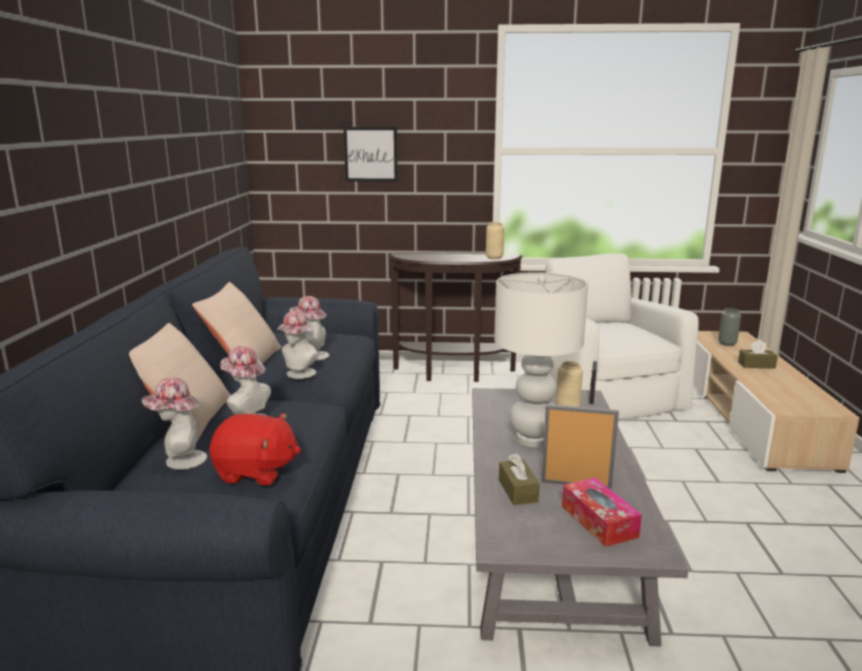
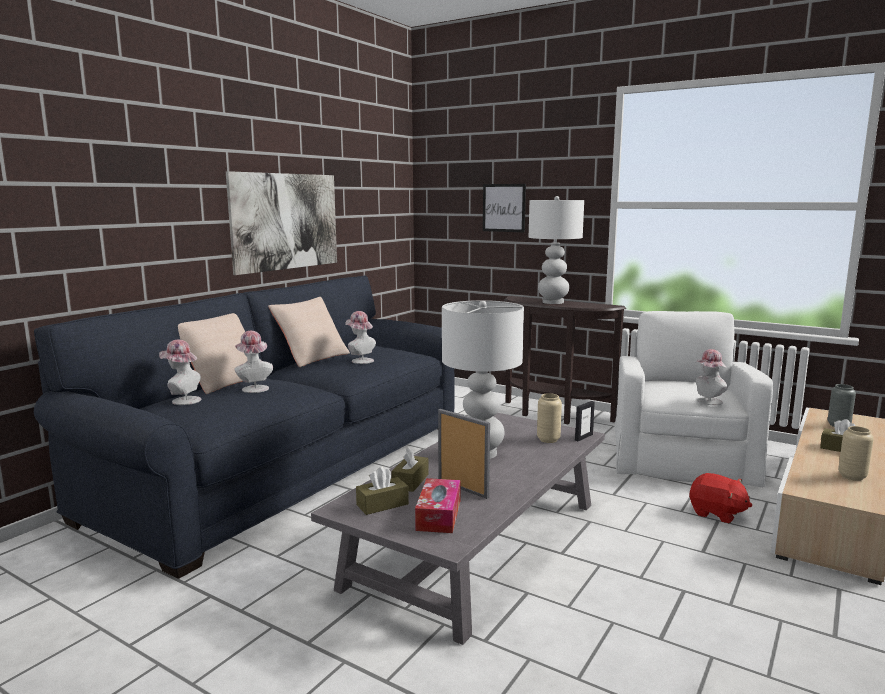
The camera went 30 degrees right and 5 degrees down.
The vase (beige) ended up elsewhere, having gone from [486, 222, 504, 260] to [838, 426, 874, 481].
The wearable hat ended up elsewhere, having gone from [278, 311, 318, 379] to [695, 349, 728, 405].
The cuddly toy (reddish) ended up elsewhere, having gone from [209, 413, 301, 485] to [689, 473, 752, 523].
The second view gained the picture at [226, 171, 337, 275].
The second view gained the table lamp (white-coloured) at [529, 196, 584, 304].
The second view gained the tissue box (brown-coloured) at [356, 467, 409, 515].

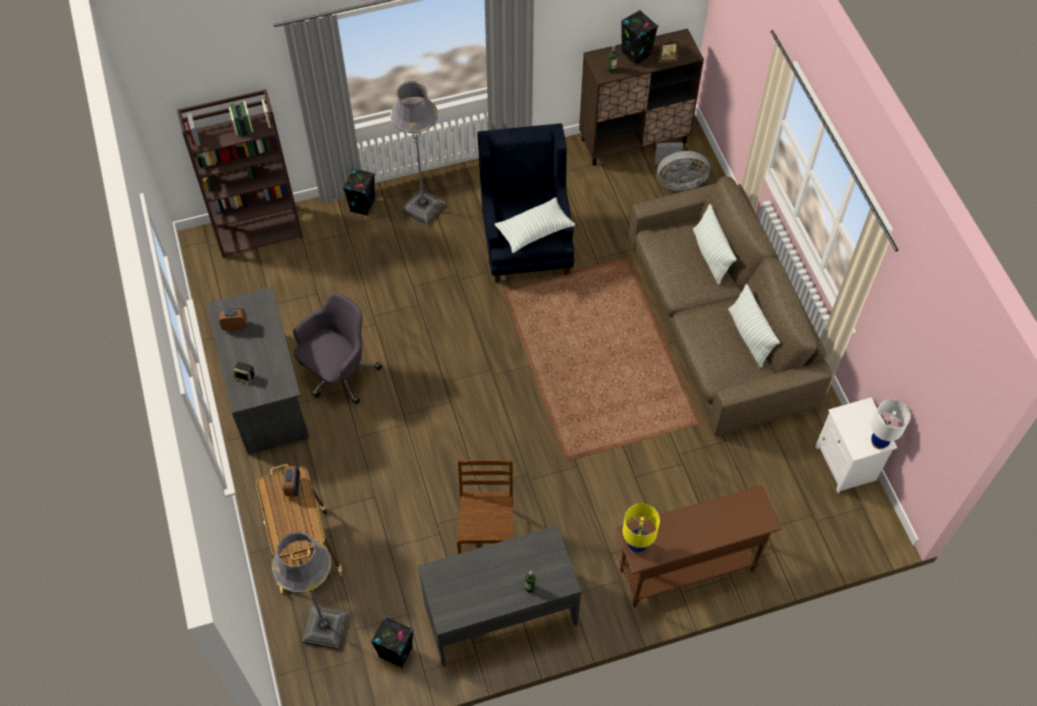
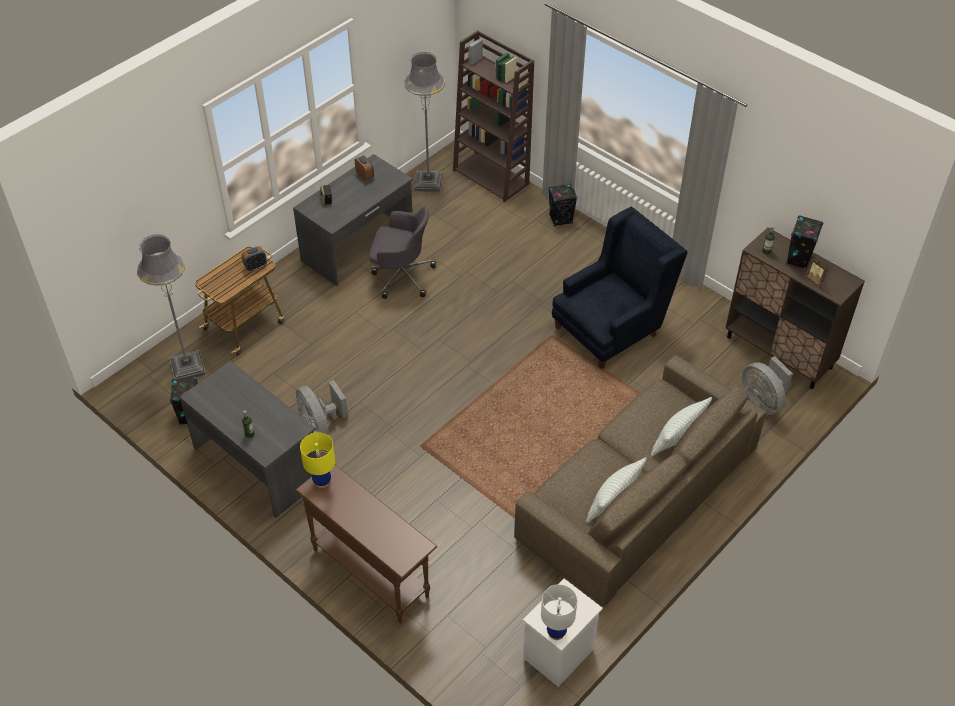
The camera went 60 degrees right and 10 degrees down.
The standing lamp (greyish) ended up elsewhere, having gone from [391, 81, 445, 225] to [404, 52, 445, 192].
The second view lost the throw pillow at [495, 197, 575, 253].
Where the chair (brown-coloured) stood at [457, 459, 514, 554], the fan (greyish) came to stand at [296, 380, 348, 435].

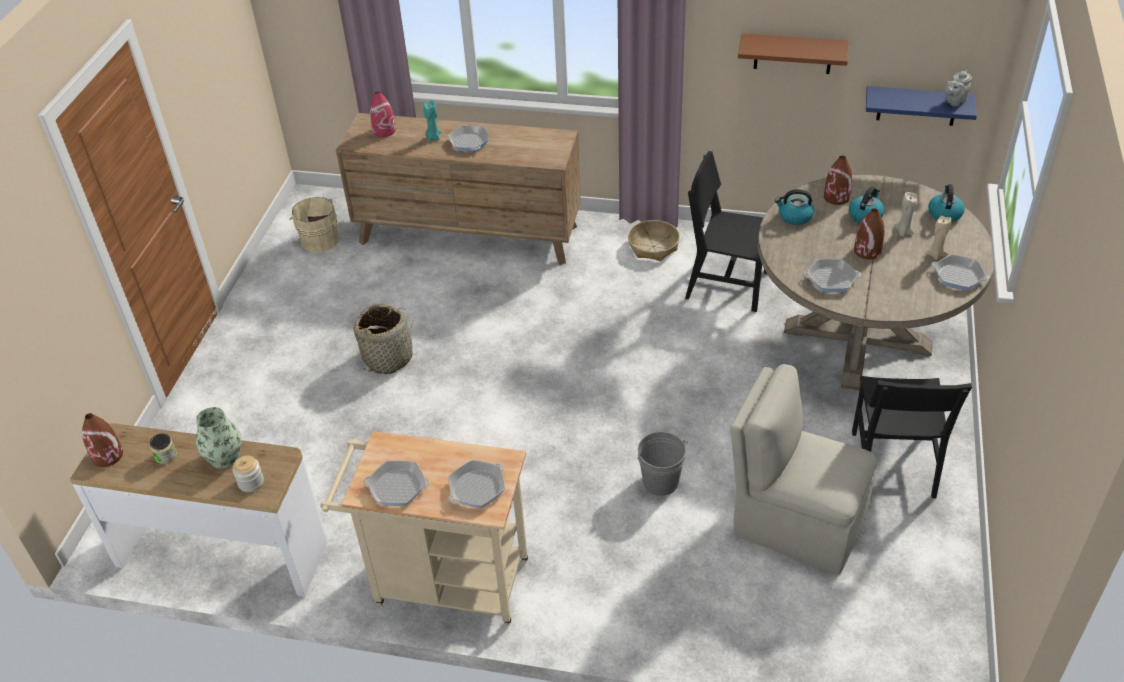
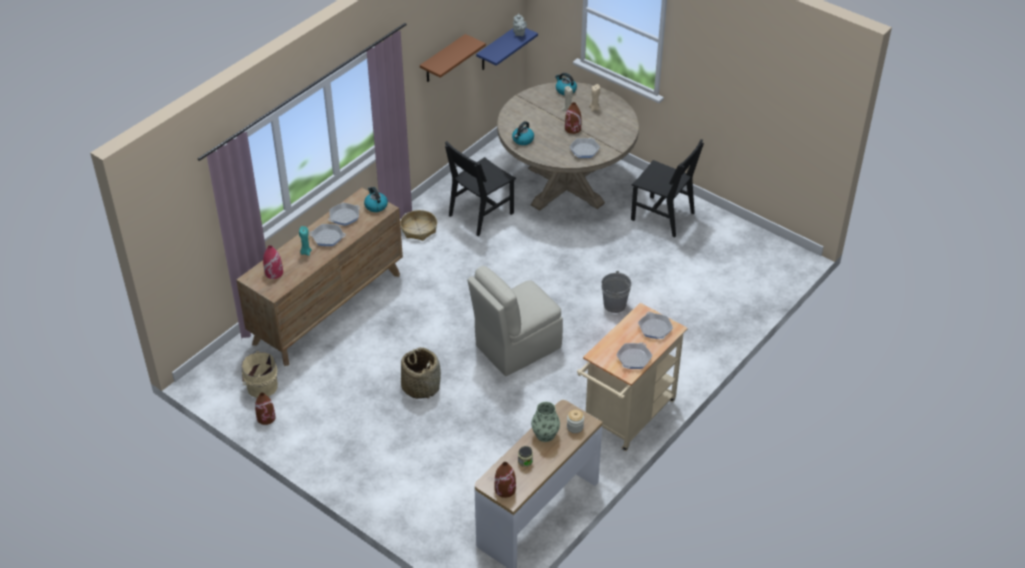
The camera went 65 degrees left and 0 degrees up.
The vase (brown-coloured) ended up elsewhere, having gone from [824, 156, 852, 205] to [255, 393, 276, 425].
The water kettle ended up elsewhere, having gone from [849, 187, 885, 223] to [364, 187, 388, 212].
The frying pan ended up elsewhere, having gone from [931, 255, 989, 290] to [328, 203, 360, 226].
The chair (beige) ended up elsewhere, having gone from [730, 364, 877, 574] to [467, 266, 563, 376].

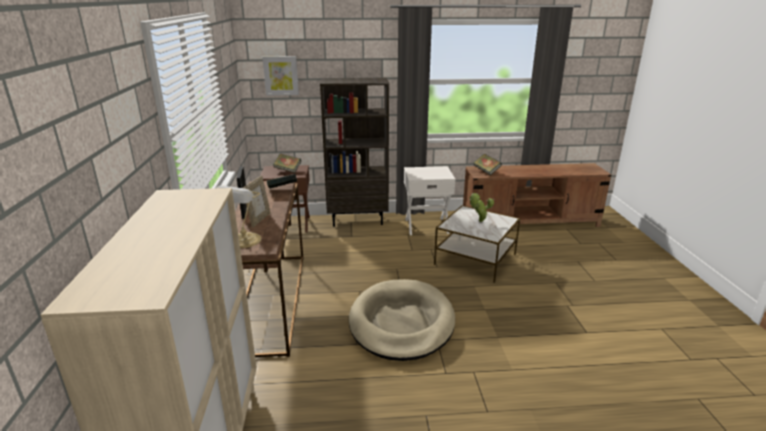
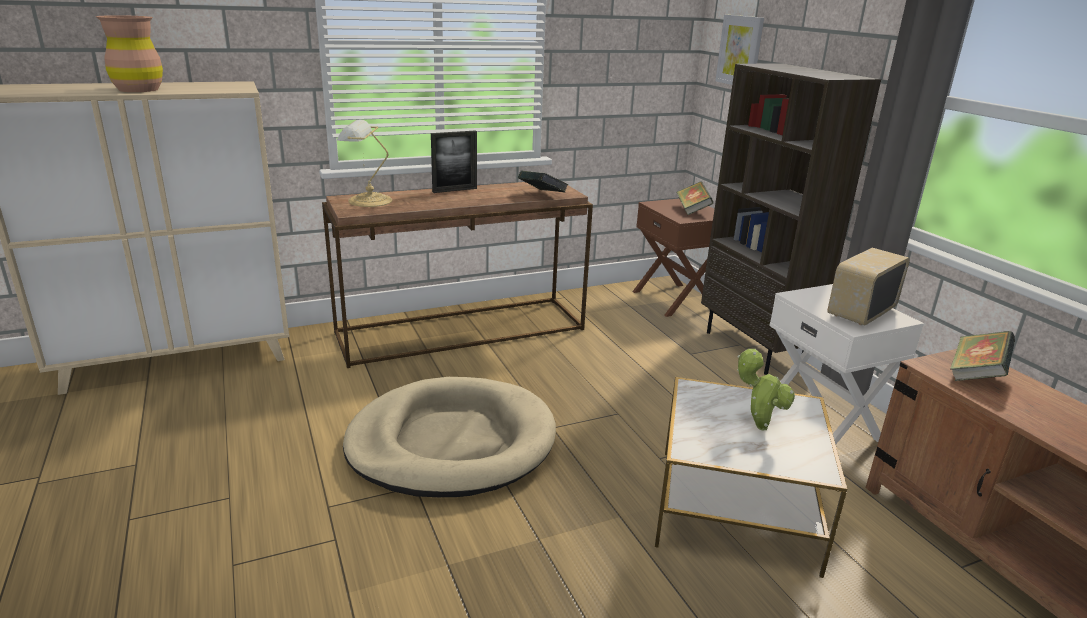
The camera went 70 degrees right and 0 degrees up.
The second view lost the picture frame at [243, 176, 271, 228].
The second view gained the vase (brown-coloured) at [96, 15, 163, 92].
The second view gained the radio at [828, 248, 910, 325].

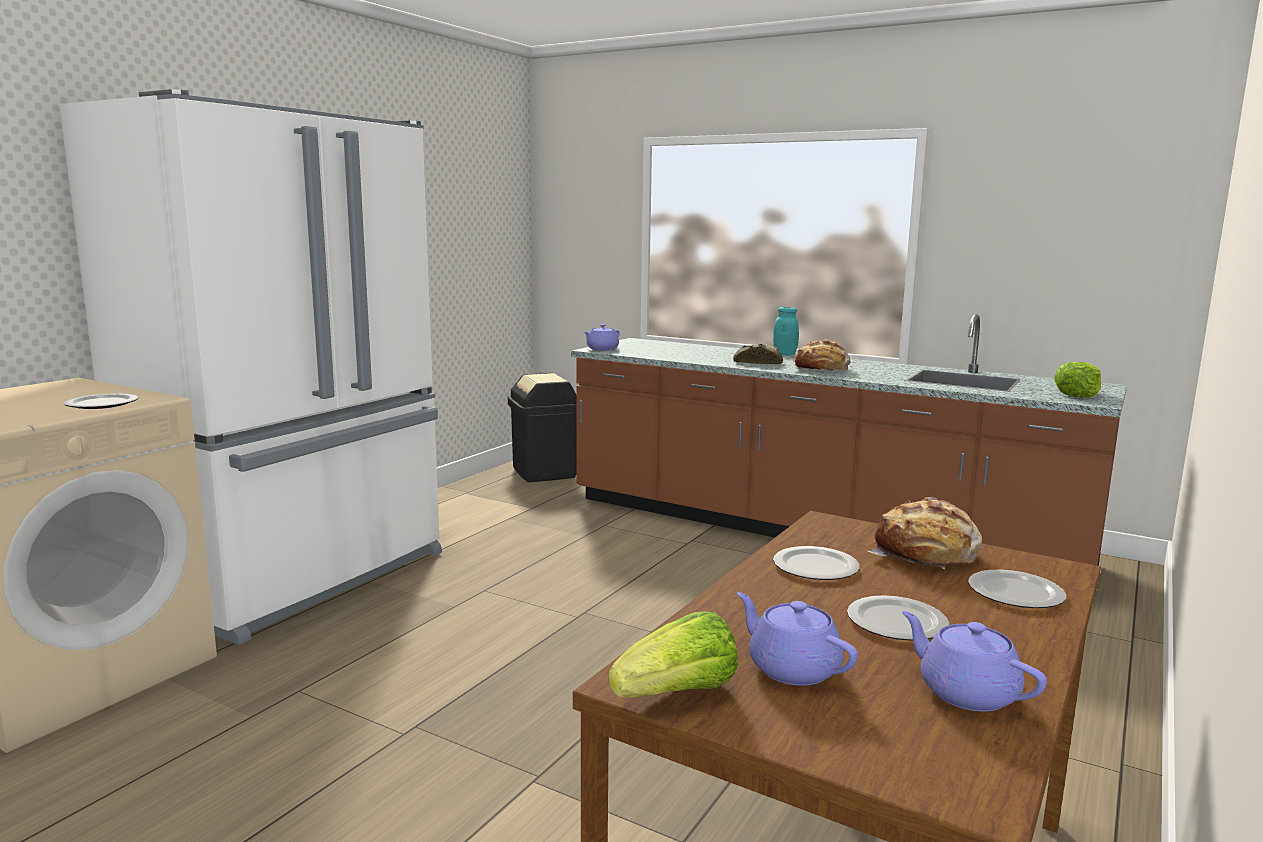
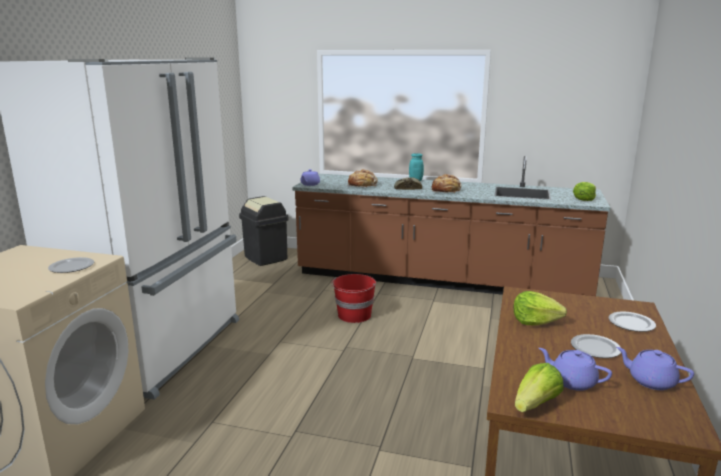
The camera went 15 degrees left and 5 degrees up.
The bakery bread ended up elsewhere, having gone from [868, 496, 983, 569] to [347, 169, 378, 188].
Where the dinner plate stood at [773, 546, 860, 580], the head of lettuce came to stand at [514, 291, 567, 326].
The second view gained the water bucket (reddish) at [331, 274, 376, 323].

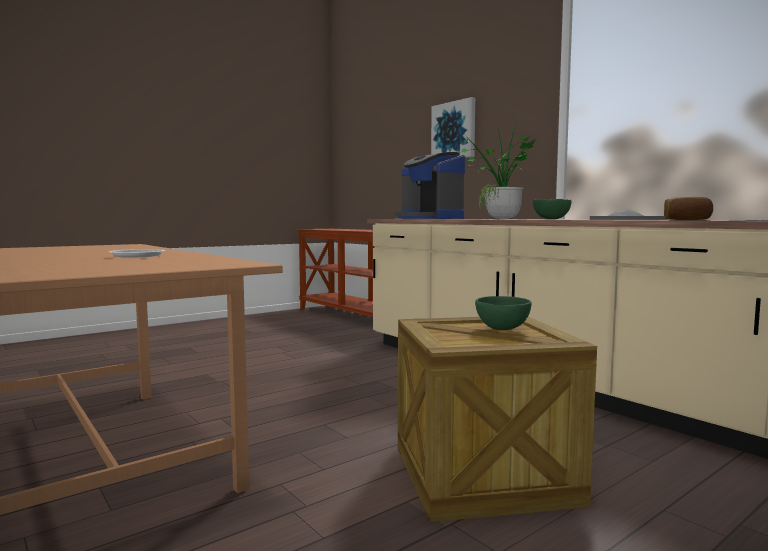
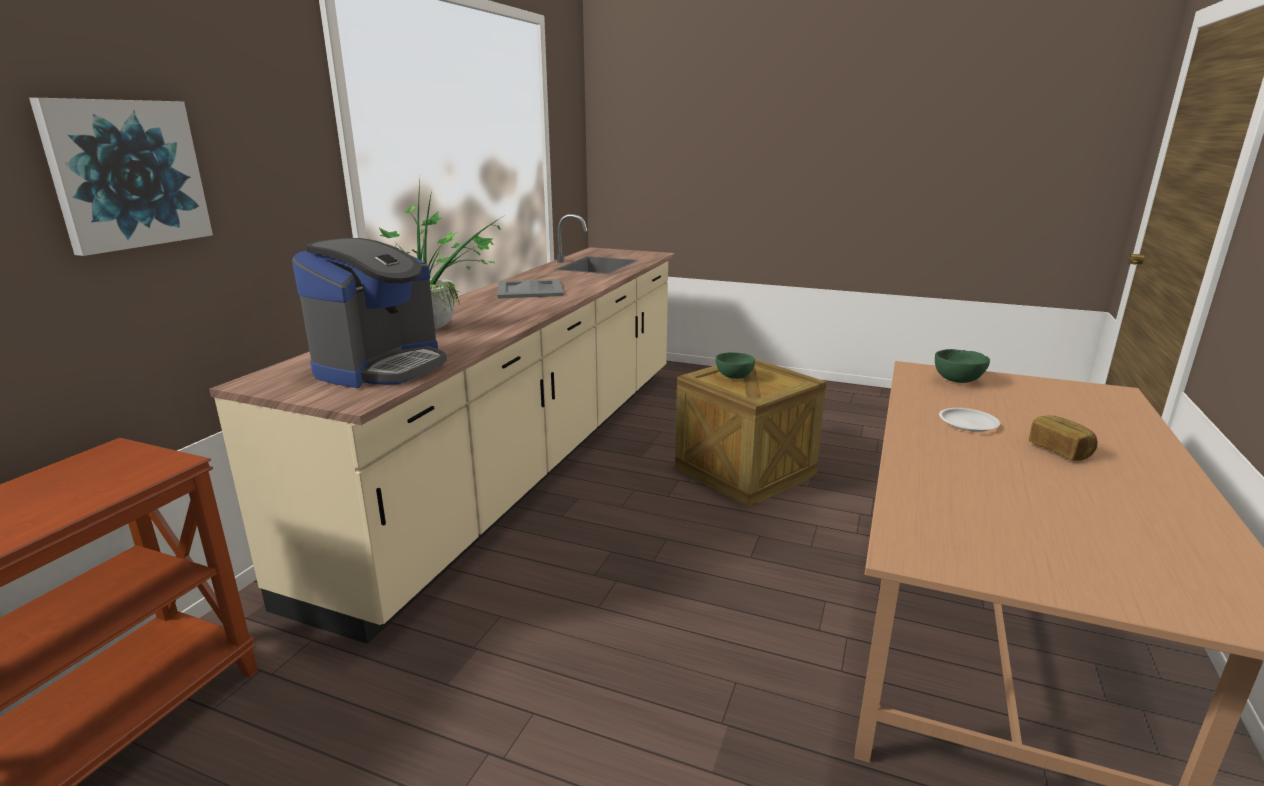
The camera went 120 degrees left and 15 degrees up.
The bakery bread ended up elsewhere, having gone from [664, 197, 713, 220] to [1029, 415, 1098, 461].
The bowl (green-coloured) ended up elsewhere, having gone from [533, 199, 572, 219] to [935, 349, 990, 383].

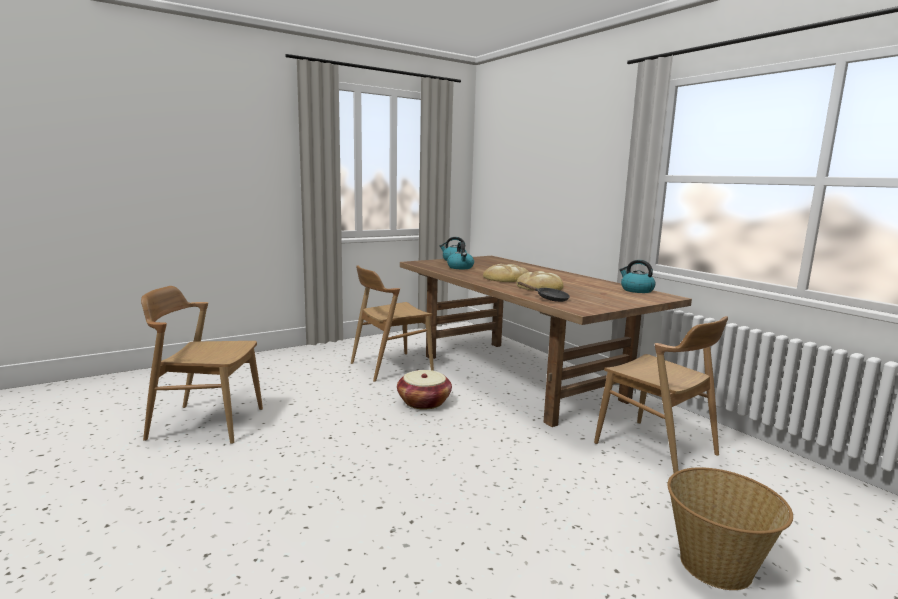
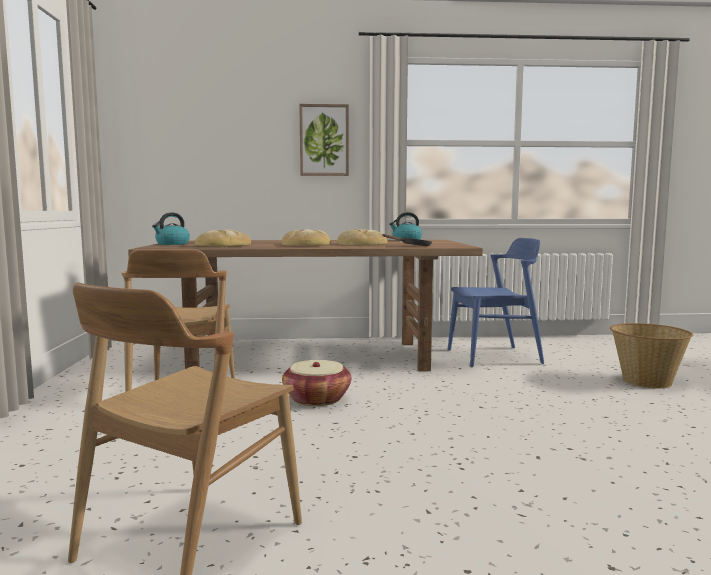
The camera went 60 degrees left and 5 degrees down.
Where the water kettle stood at [447, 242, 474, 269], the bakery bread came to stand at [195, 229, 251, 247].
What was the chair (brown-coloured) at [594, 316, 728, 473] turned into the chair (blue-coloured) at [448, 238, 544, 368].
The second view gained the picture at [299, 104, 349, 176].

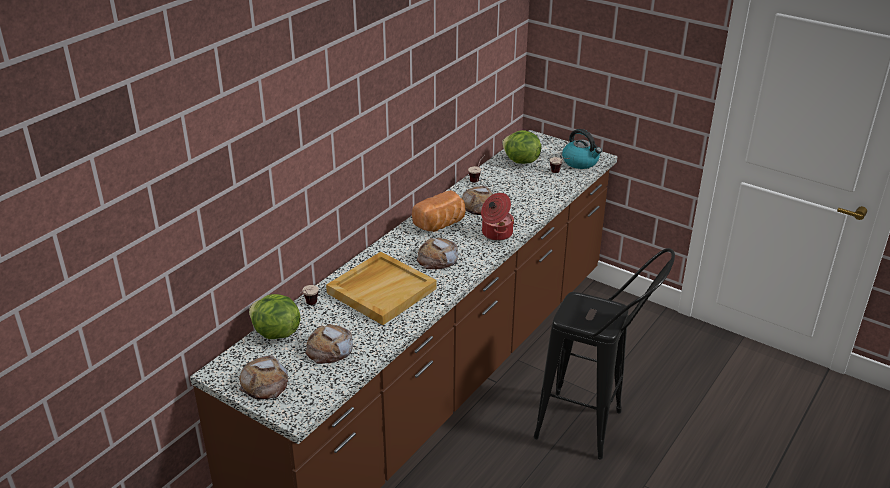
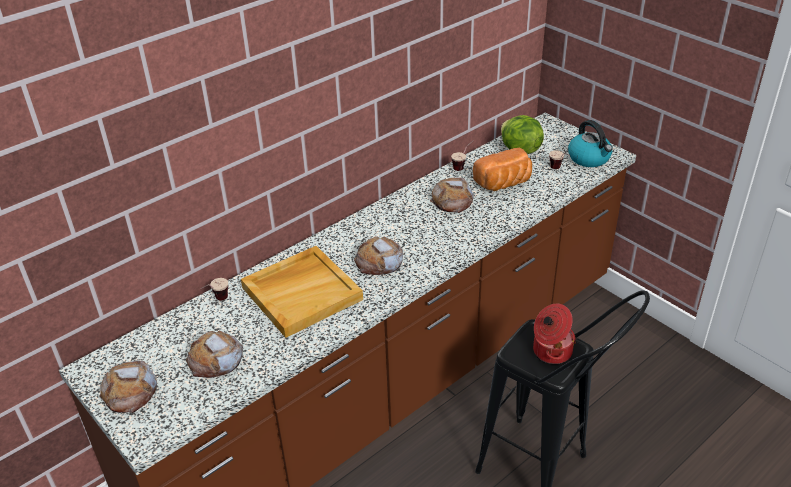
The camera went 15 degrees right and 5 degrees up.
The bakery bread ended up elsewhere, having gone from [412, 190, 465, 232] to [473, 148, 532, 191].
The saucepot ended up elsewhere, having gone from [481, 193, 515, 241] to [533, 304, 576, 364].
The second view lost the head of lettuce at [249, 294, 301, 339].

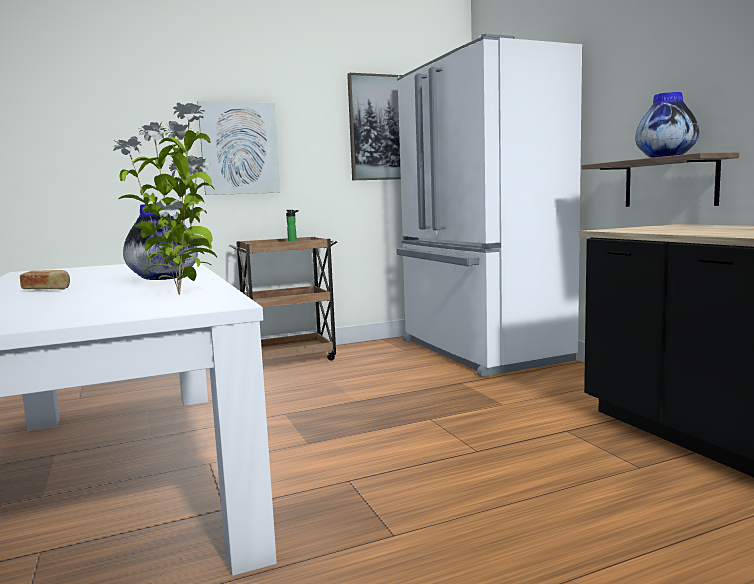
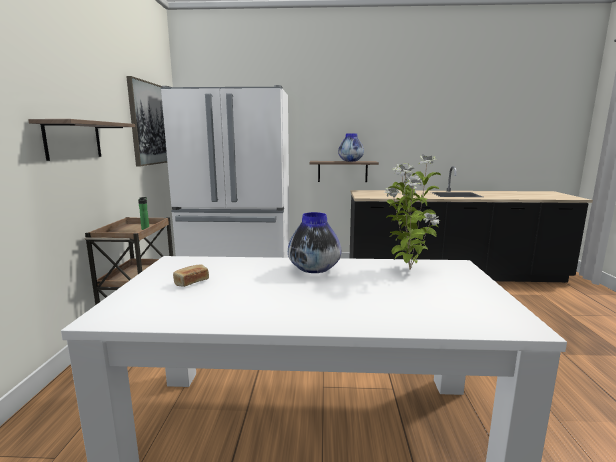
The camera went 65 degrees left and 5 degrees up.
Where the picture hung at [197, 101, 280, 195], the shelf came to hang at [28, 119, 135, 161].
The bakery bread ended up elsewhere, having gone from [20, 270, 70, 290] to [173, 265, 209, 287].

